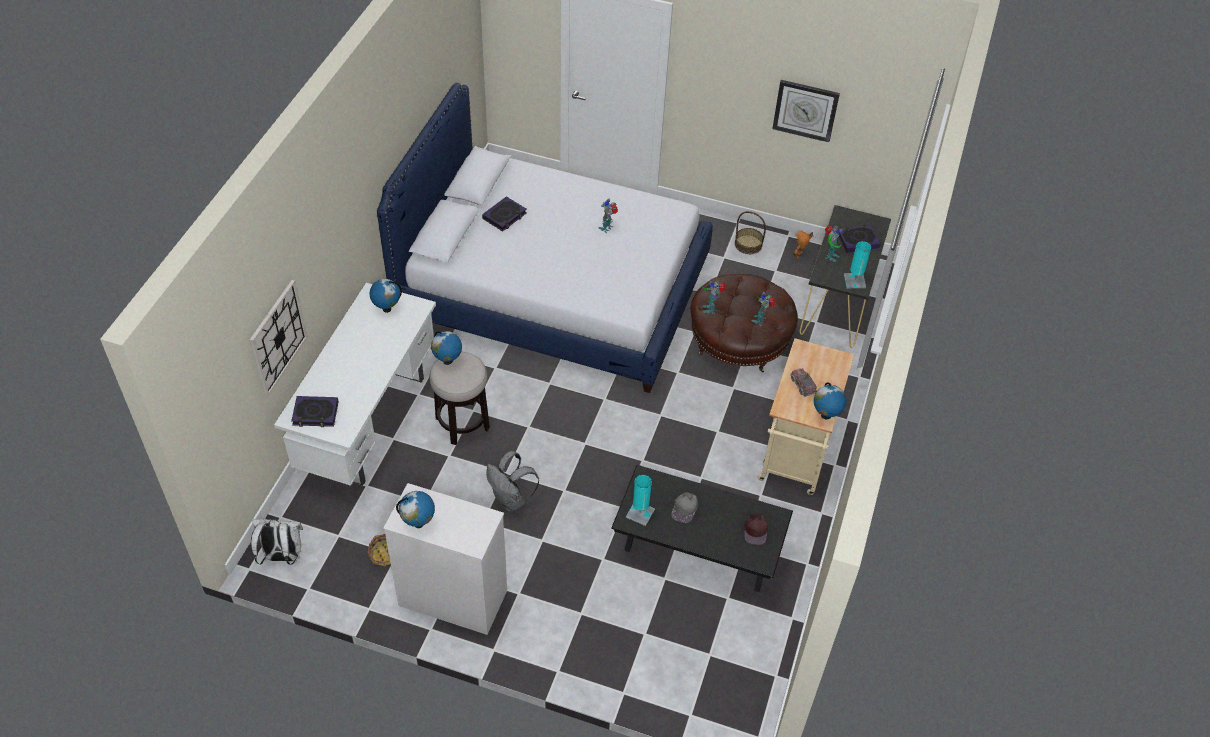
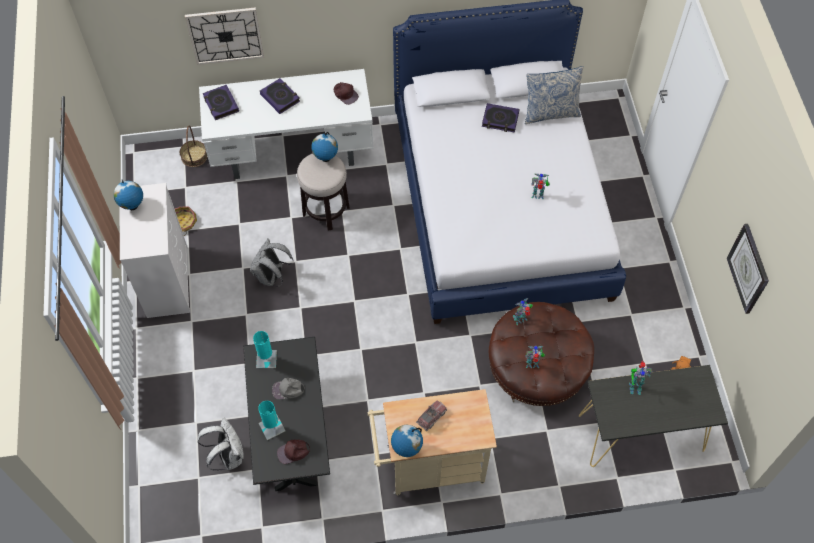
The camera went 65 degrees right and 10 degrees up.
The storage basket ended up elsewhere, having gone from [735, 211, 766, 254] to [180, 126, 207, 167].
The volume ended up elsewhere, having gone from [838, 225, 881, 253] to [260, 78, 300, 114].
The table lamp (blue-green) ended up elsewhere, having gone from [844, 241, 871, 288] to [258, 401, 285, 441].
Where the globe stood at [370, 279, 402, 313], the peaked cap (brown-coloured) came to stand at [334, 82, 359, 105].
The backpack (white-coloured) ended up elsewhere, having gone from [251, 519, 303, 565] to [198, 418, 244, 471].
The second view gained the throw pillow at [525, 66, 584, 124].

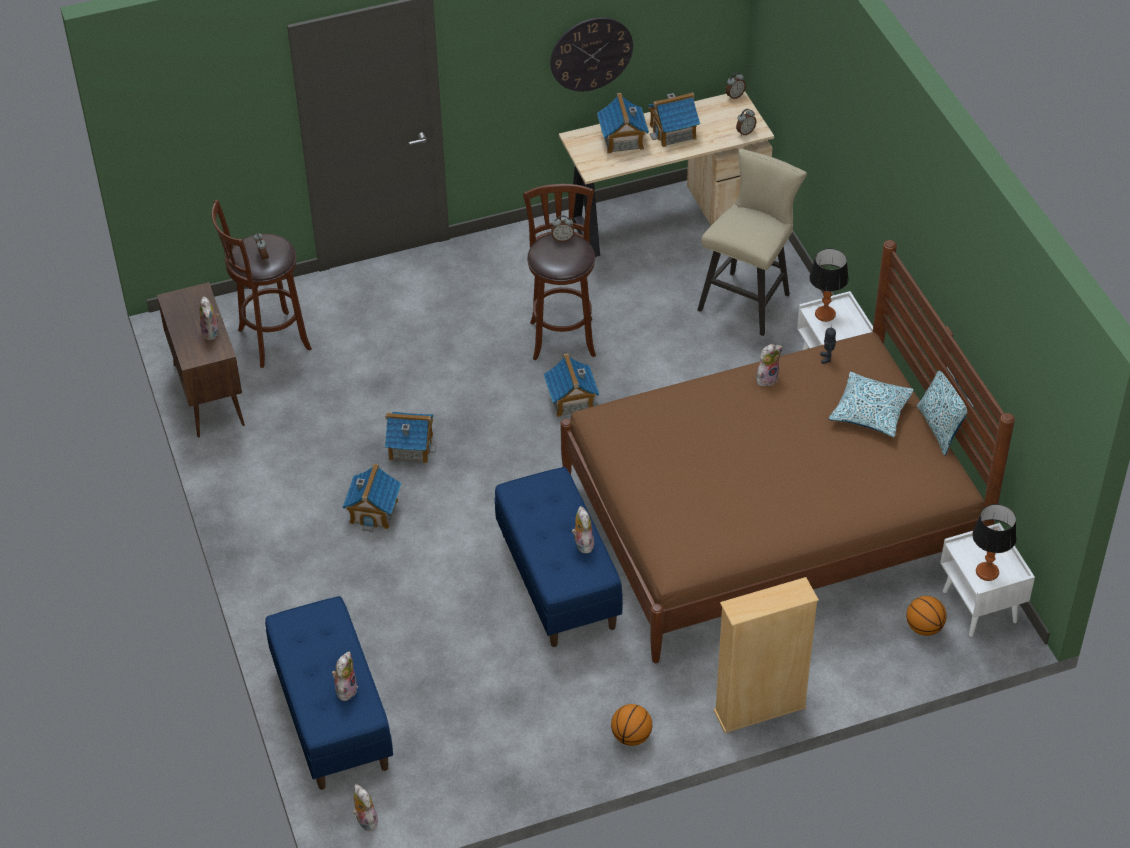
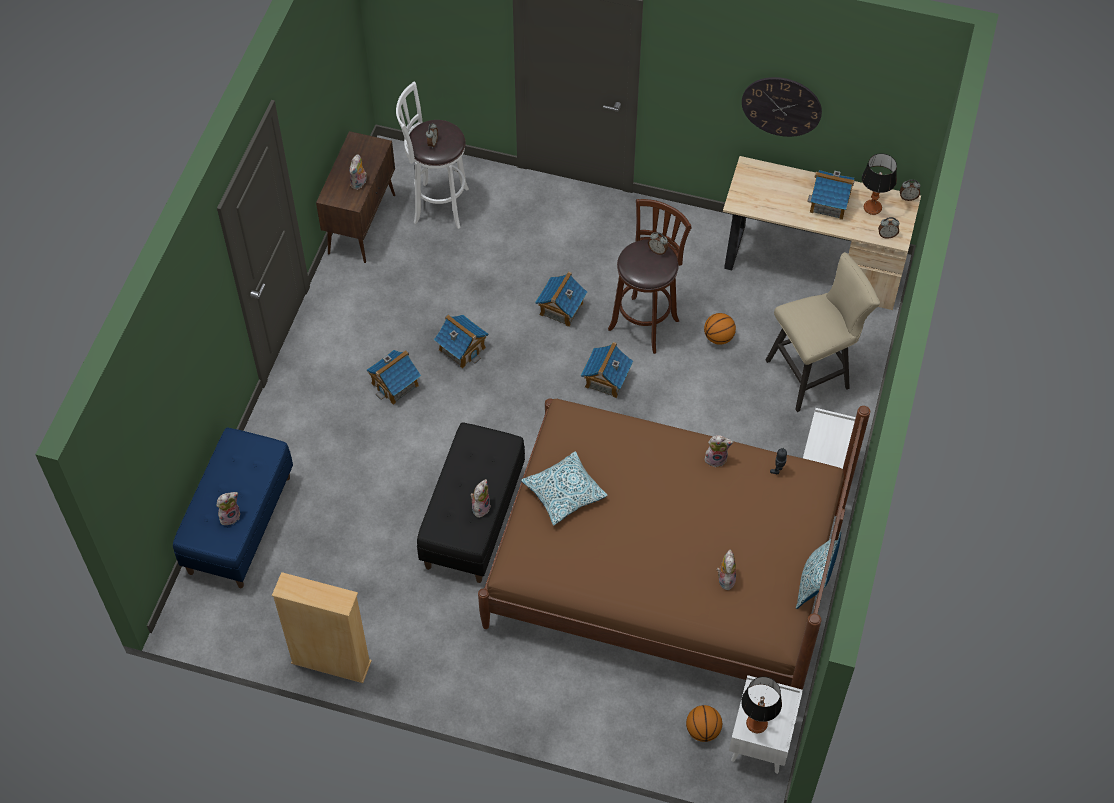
The camera went 35 degrees right and 10 degrees up.
The model house ended up elsewhere, having gone from [597, 93, 649, 154] to [535, 272, 587, 327].
What was the stool (brown-coloured) at [212, 200, 312, 368] turned into the stool (white-coloured) at [396, 81, 469, 229].
The table lamp ended up elsewhere, having gone from [809, 248, 849, 322] to [862, 153, 897, 215].
The throw pillow ended up elsewhere, having gone from [829, 372, 913, 437] to [521, 451, 607, 525].
What was the long seat (blue-coloured) at [495, 467, 623, 647] turned into the long seat (blackish) at [417, 422, 525, 583].
The bookcase (beige) ended up elsewhere, having gone from [714, 577, 819, 733] to [272, 572, 372, 683].
The ball for basketball ended up elsewhere, having gone from [611, 704, 652, 746] to [704, 313, 736, 345].
The cuddly toy ended up elsewhere, having gone from [353, 784, 378, 831] to [717, 550, 736, 592].

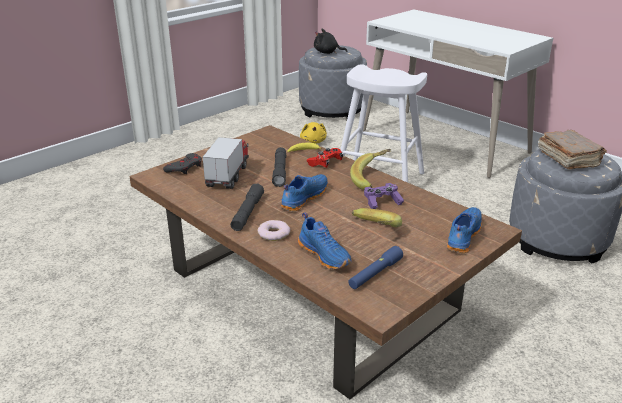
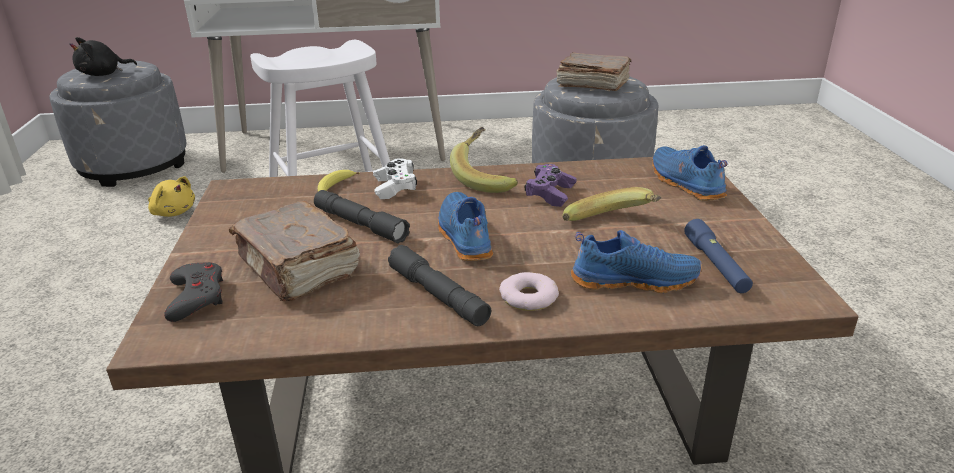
The camera went 50 degrees left and 0 degrees up.
Where the toy lorry stood at [203, 137, 249, 189], the volume (brown-coloured) came to stand at [228, 201, 360, 301].
What was the game controller (reddish) at [307, 148, 343, 168] turned into the game controller (white-coloured) at [373, 158, 417, 199].

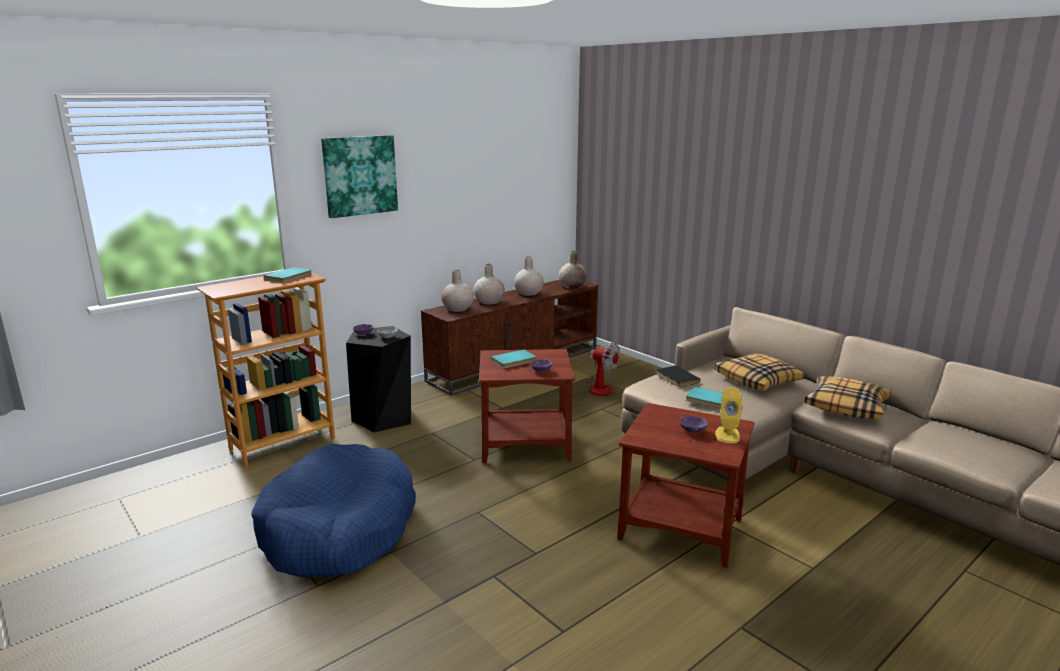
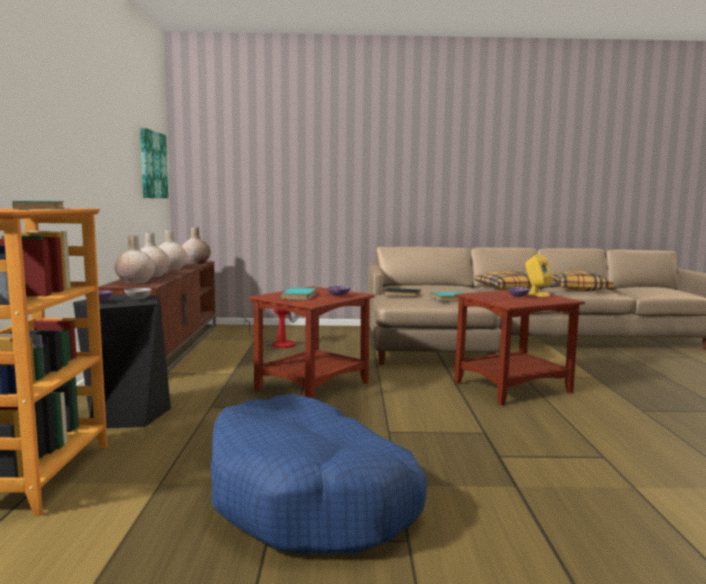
The camera went 50 degrees left and 10 degrees down.
The picture ended up elsewhere, having gone from [321, 135, 398, 218] to [140, 128, 168, 198].
The throw pillow ended up elsewhere, having gone from [714, 353, 804, 391] to [552, 271, 614, 291].

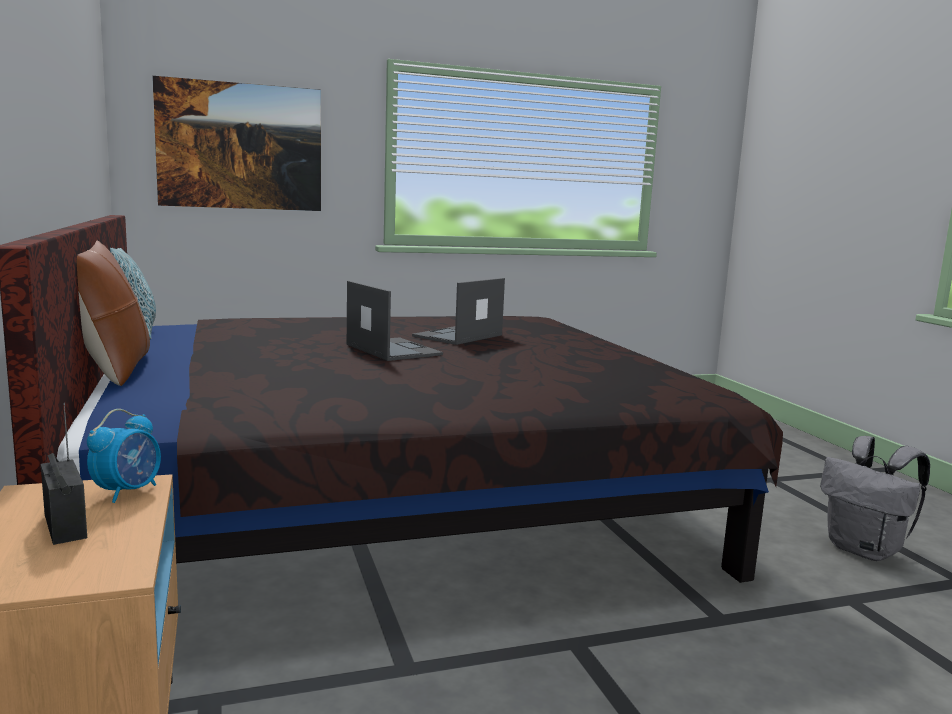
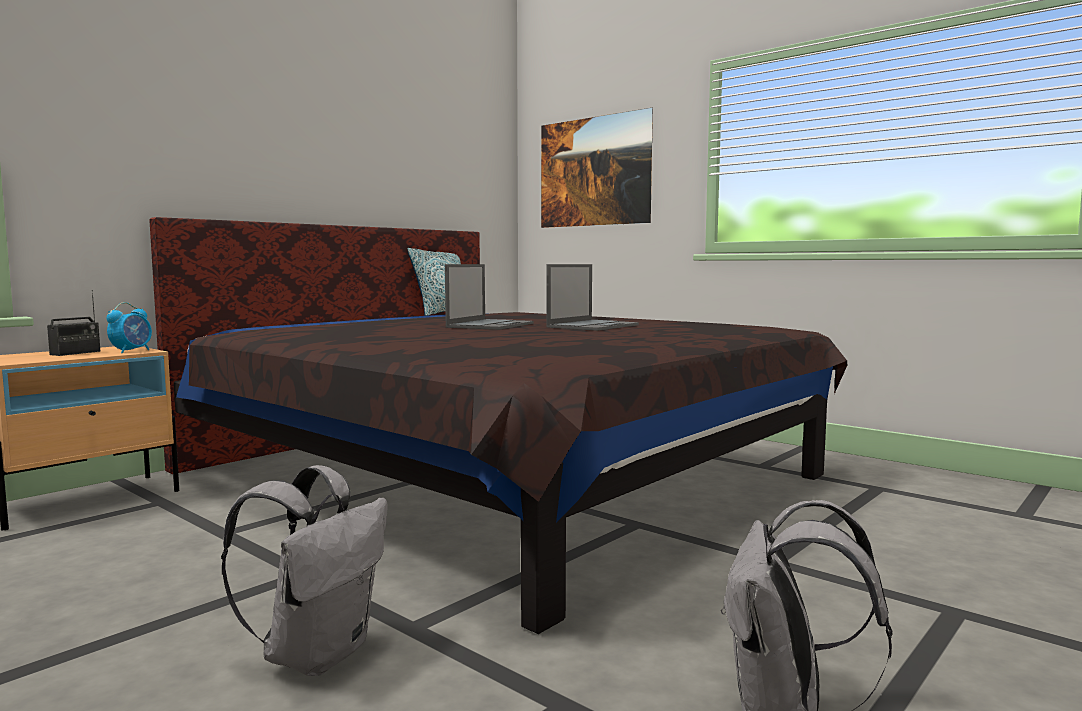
The camera went 60 degrees right and 5 degrees down.
The second view lost the throw pillow (brown-coloured) at [77, 241, 150, 386].
The notebook computer at [412, 278, 505, 345] ended up facing another way, 120 degrees clockwise from before.
The alarm clock at [87, 409, 161, 503] ended up facing another way, 60 degrees counterclockwise from before.
The second view gained the backpack (greyish) at [221, 465, 388, 676].

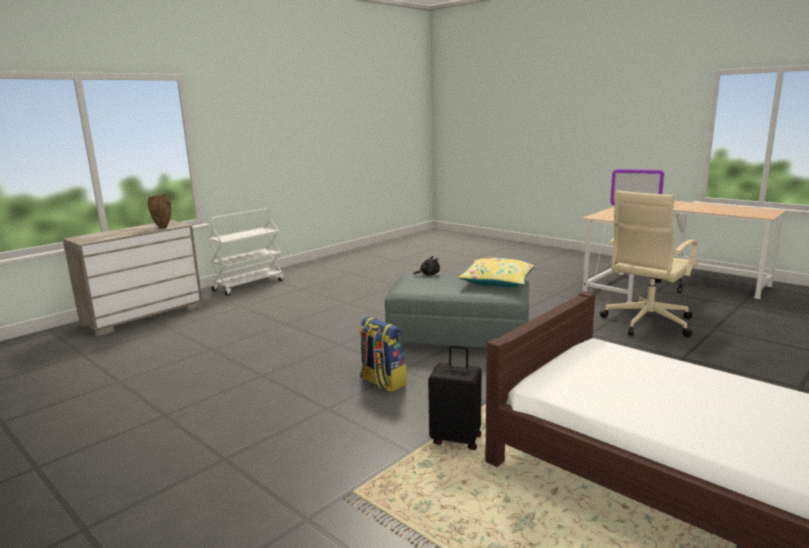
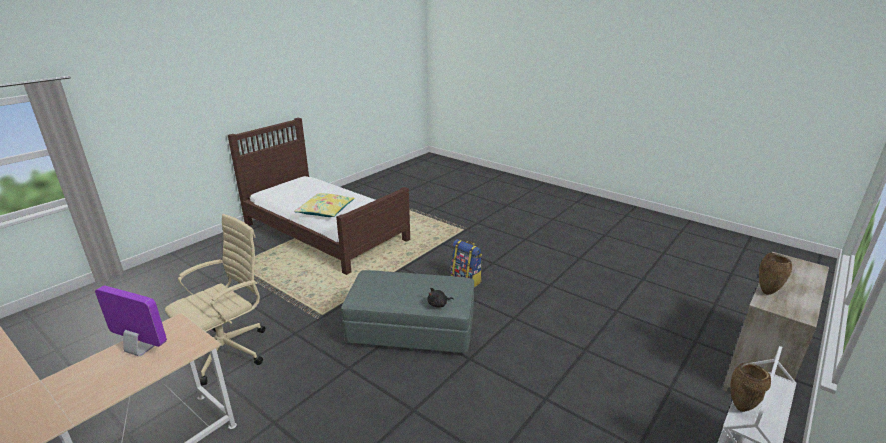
The camera went 175 degrees right and 10 degrees up.
The throw pillow (yellowish) ended up elsewhere, having gone from [458, 258, 535, 287] to [294, 193, 355, 217].
The second view lost the travel case (blackish) at [428, 345, 482, 450].
The second view gained the vase (brown-coloured) at [730, 362, 771, 412].

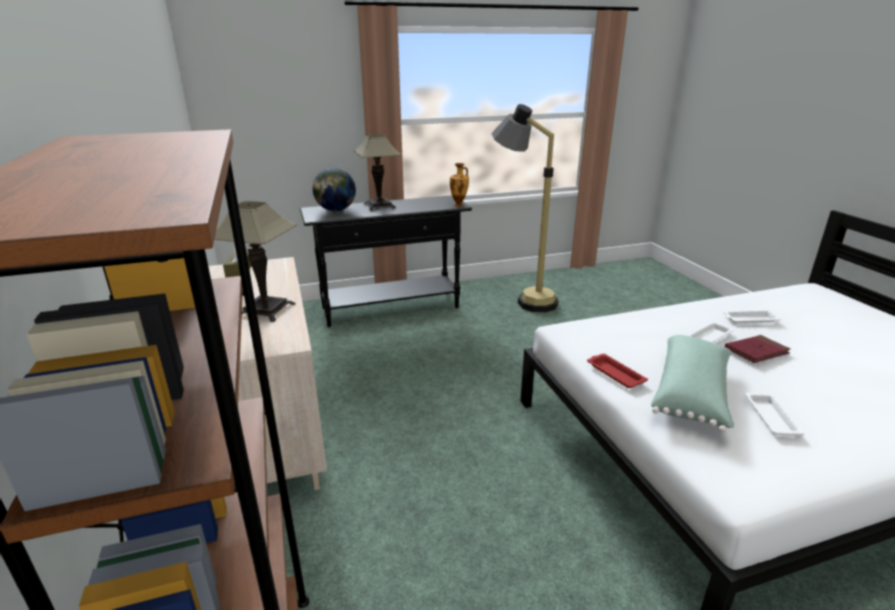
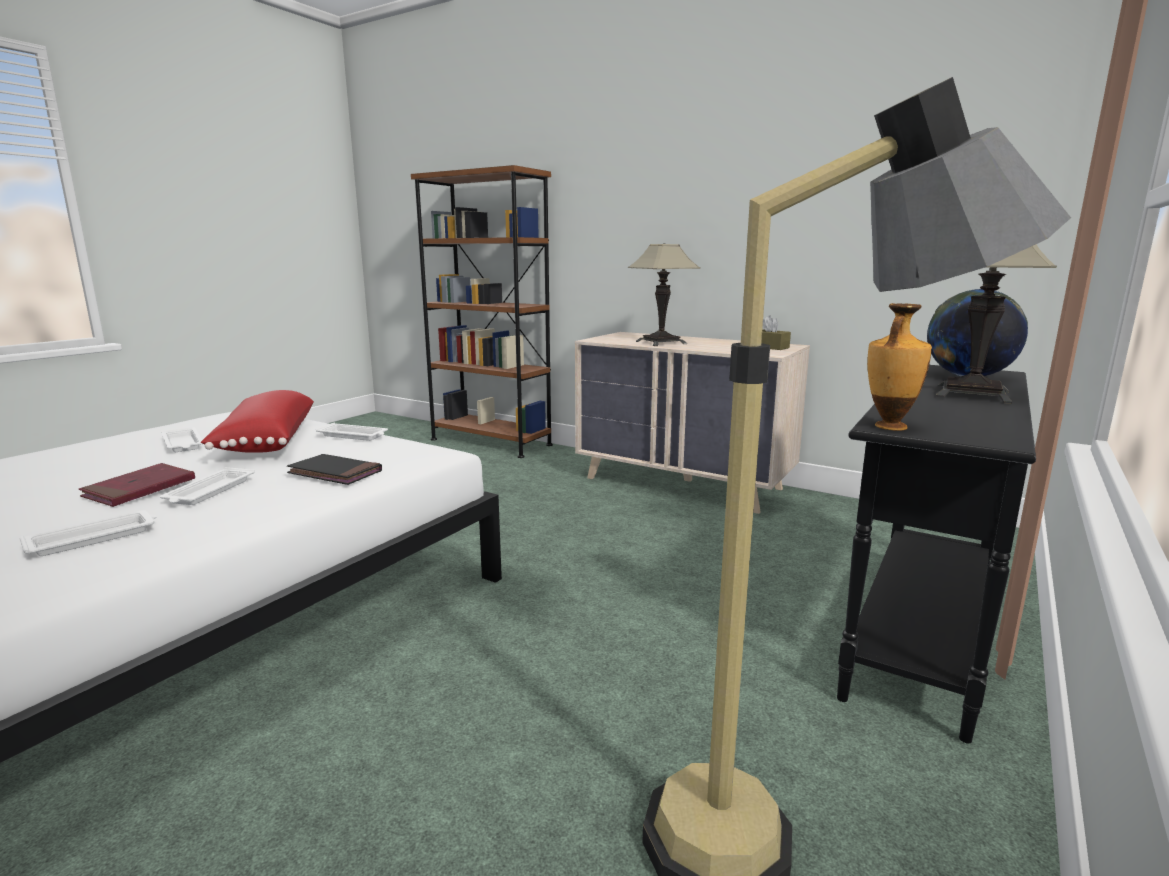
The camera went 140 degrees right and 10 degrees down.
What was the throw pillow (green-coloured) at [651, 335, 735, 432] turned into the throw pillow (reddish) at [201, 390, 314, 453].
What was the carrying tray (reddish) at [587, 354, 648, 388] turned into the carrying tray (white-coloured) at [316, 423, 388, 441].
The second view gained the volume (blackish) at [287, 454, 382, 485].

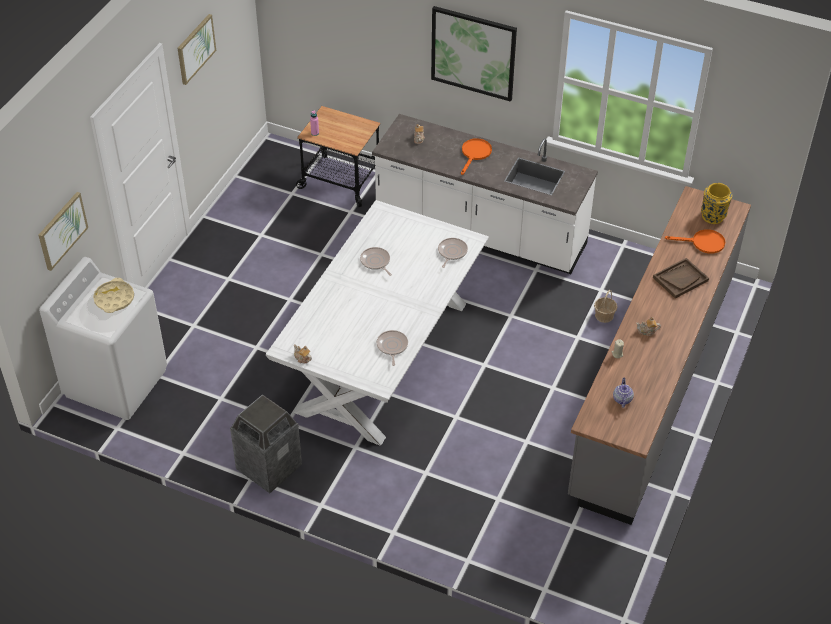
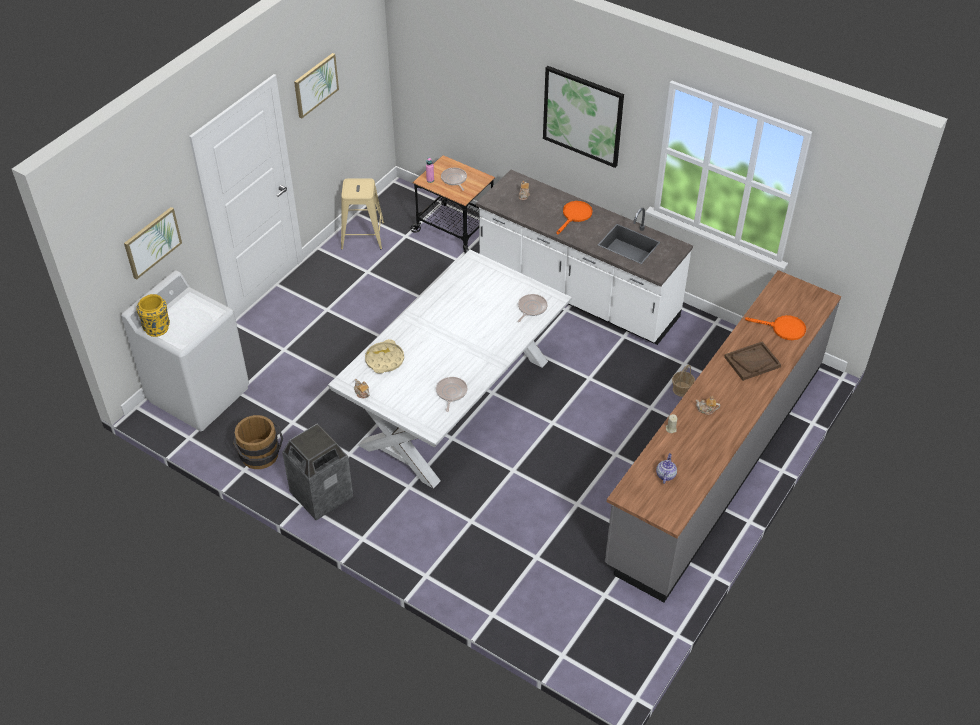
The camera went 10 degrees right and 0 degrees up.
The vase (yellowish) ended up elsewhere, having gone from [701, 183, 732, 224] to [136, 294, 170, 337].
The frying pan ended up elsewhere, having gone from [360, 247, 392, 276] to [441, 168, 467, 191].
The carrying tray (beige) ended up elsewhere, having gone from [93, 278, 134, 313] to [365, 339, 404, 374].
The second view gained the stool (beige) at [341, 178, 384, 249].
The second view gained the water bucket (brown-coloured) at [233, 415, 283, 469].

